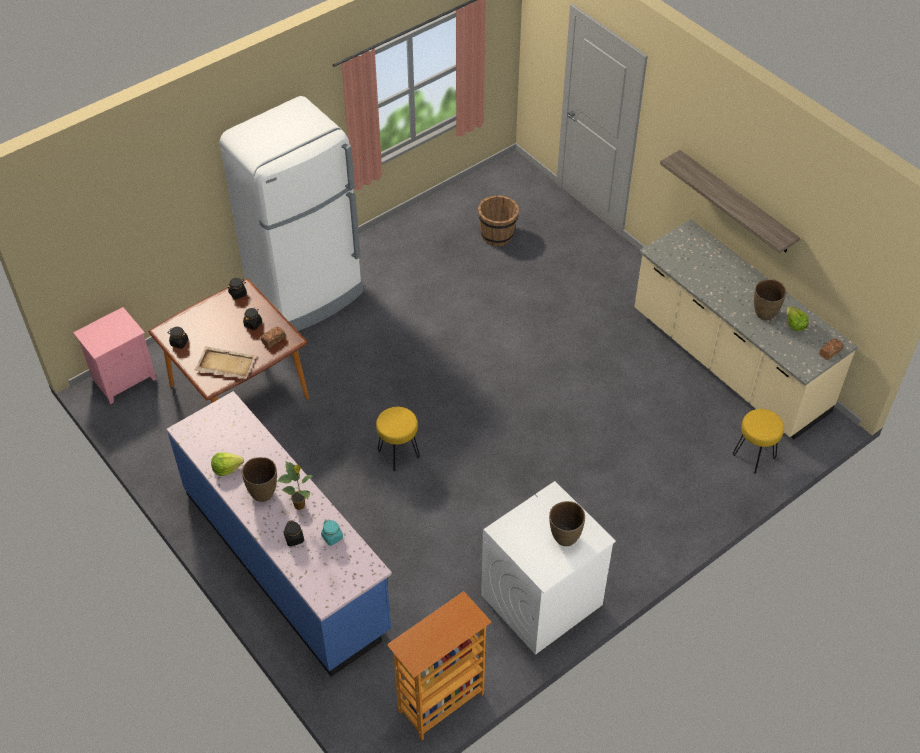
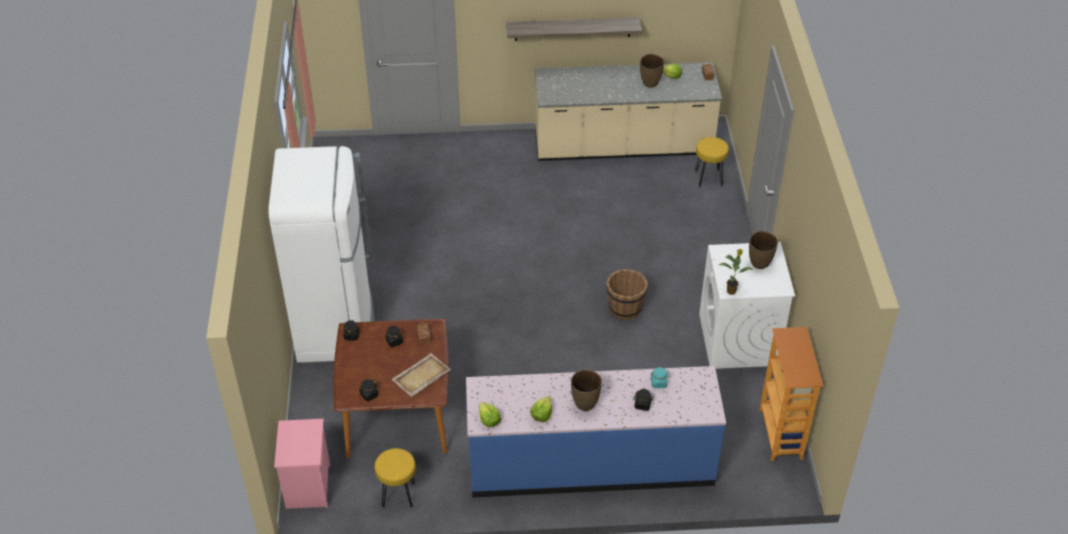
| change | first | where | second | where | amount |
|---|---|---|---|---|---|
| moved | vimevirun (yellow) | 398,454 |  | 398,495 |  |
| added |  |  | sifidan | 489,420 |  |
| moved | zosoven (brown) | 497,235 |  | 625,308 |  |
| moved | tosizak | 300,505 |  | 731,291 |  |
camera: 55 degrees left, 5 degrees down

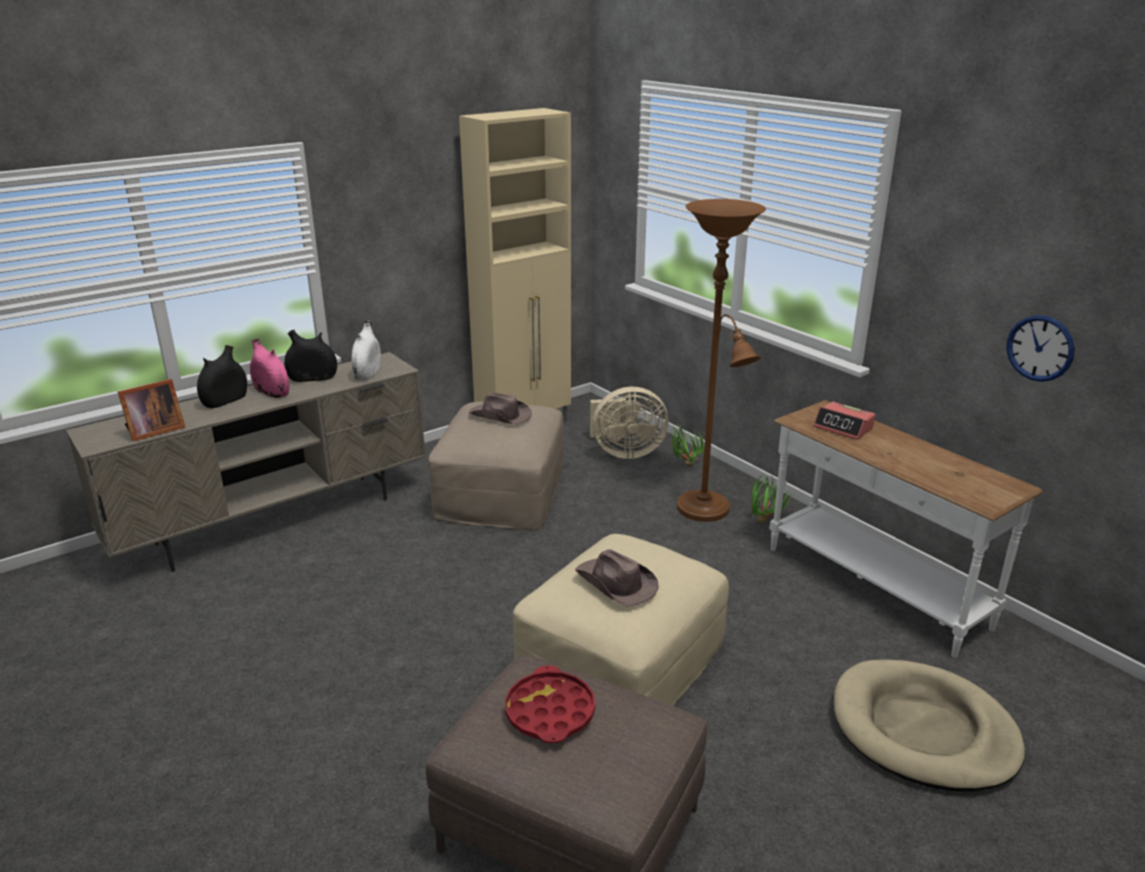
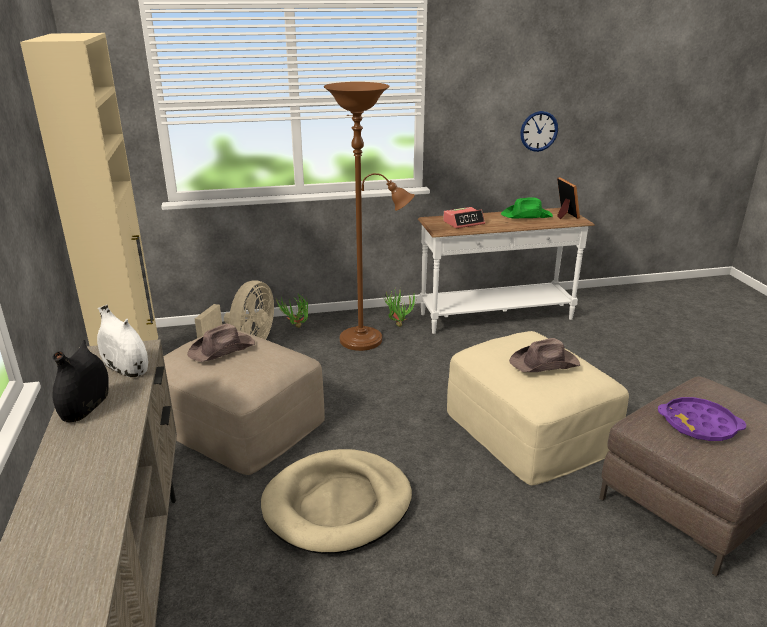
| change | first | where | second | where | amount |
|---|---|---|---|---|---|
| moved | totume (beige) | 923,730 |  | 338,504 |  |
| added |  |  | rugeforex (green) | 527,216 |  |
| moved | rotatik | 153,431 |  | 564,214 |  |
| recoloured | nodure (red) | 550,712 | nodure (purple) | 699,425 |  |
| removed | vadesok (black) | 225,401 |  |  |  |
| removed | vadesok (pink) | 271,392 |  |  |  |
camera: 65 degrees left, 0 degrees up

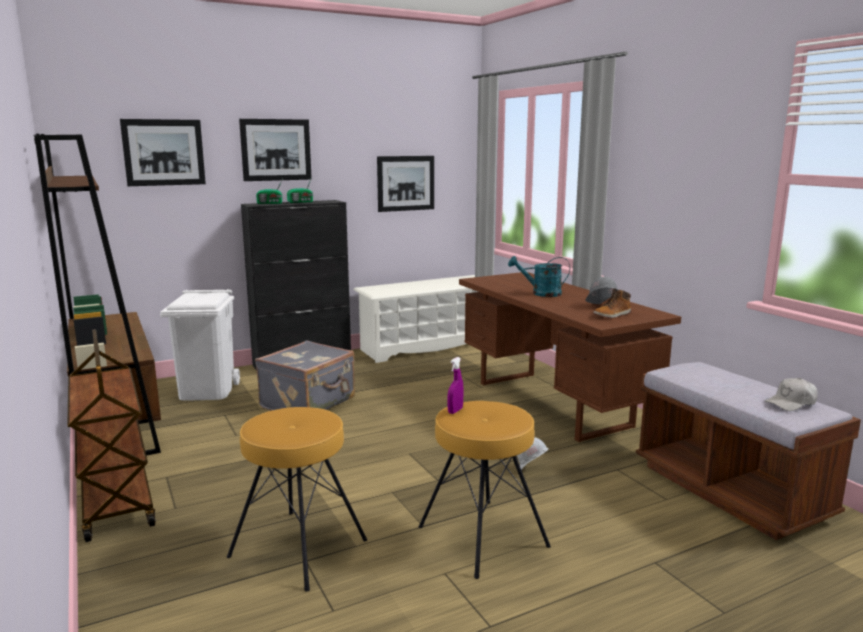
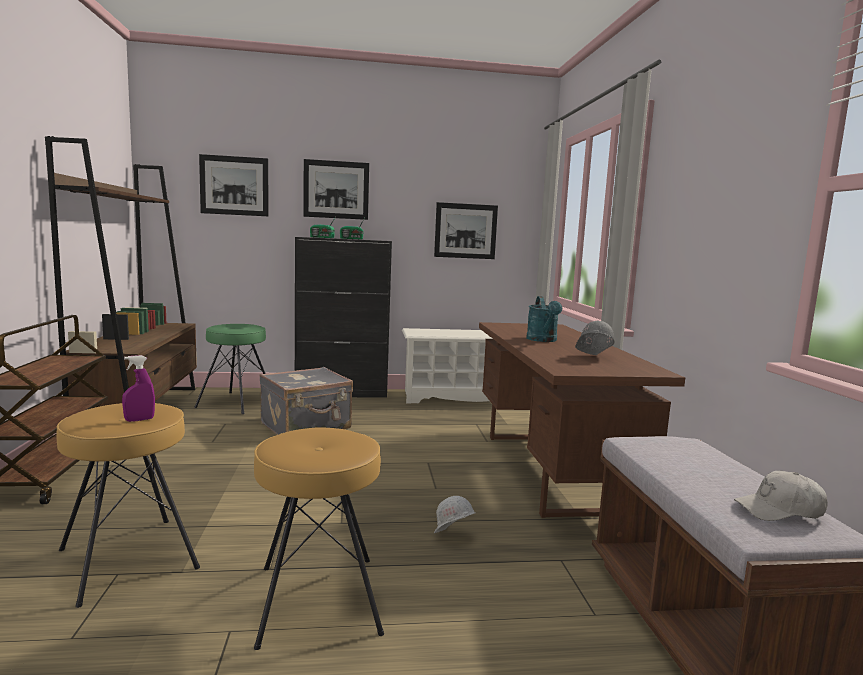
| change | first | where | second | where | amount |
|---|---|---|---|---|---|
| moved | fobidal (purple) | 455,411 |  | 139,420 |  |
| replaced | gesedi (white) | 207,391 | vimevirun (green) | 237,402 |  |
| turned | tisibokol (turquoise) | 541,293 |  | 543,340 | 120 degrees counterclockwise |
| removed | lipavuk | 612,315 |  |  |  |
camera: 20 degrees right, 5 degrees down

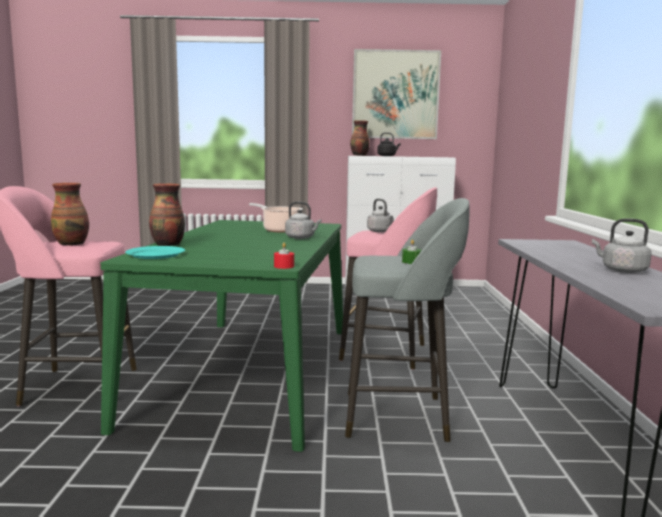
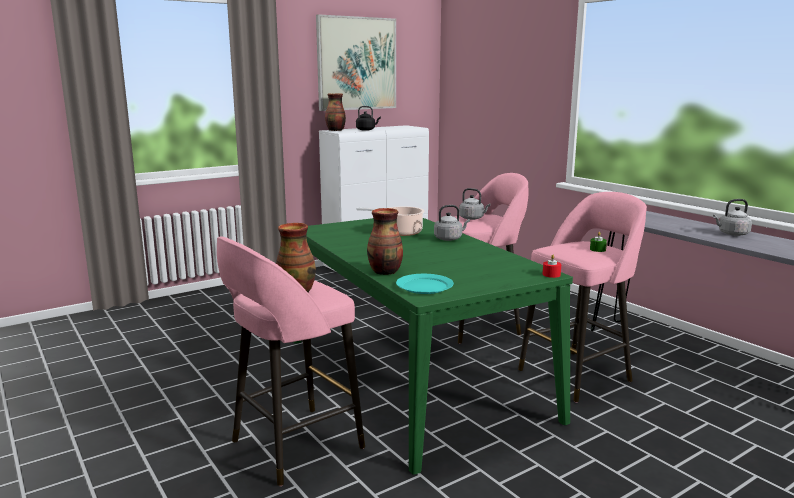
| change | first | where | second | where | amount |
|---|---|---|---|---|---|
| recoloured | vimevirun (grey) | 399,417 | vimevirun (pink) | 577,375 |  |
camera: 35 degrees left, 5 degrees up

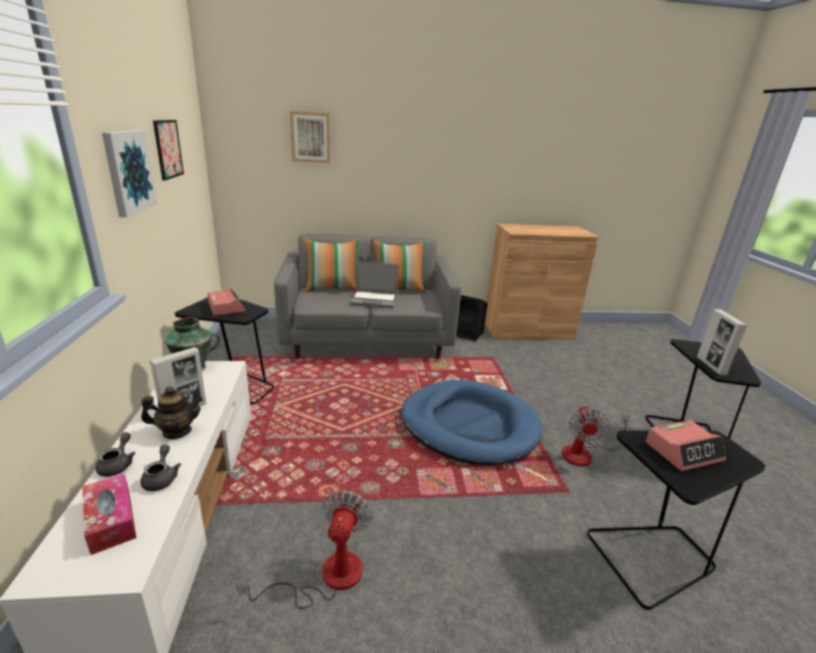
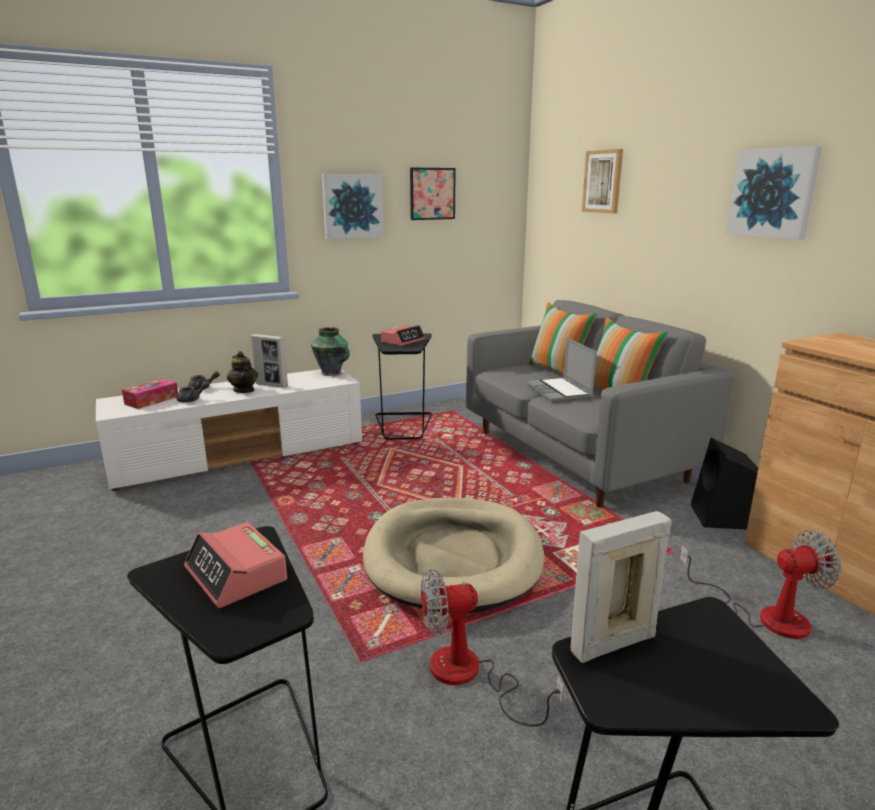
| change | first | where | second | where | amount |
|---|---|---|---|---|---|
| recoloured | totume (blue) | 469,425 | totume (beige) | 453,558 |  |
| moved | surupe | 327,577 |  | 765,615 |  |
| added |  |  | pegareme | 772,193 |  |
camera: 70 degrees right, 5 degrees down

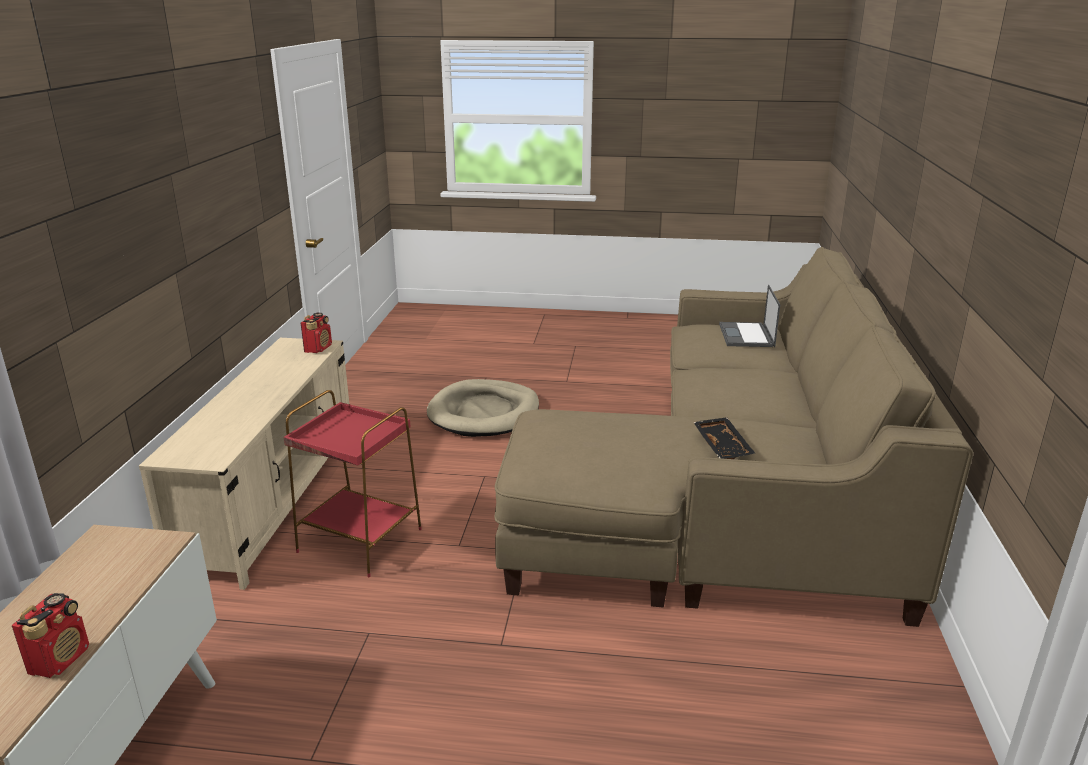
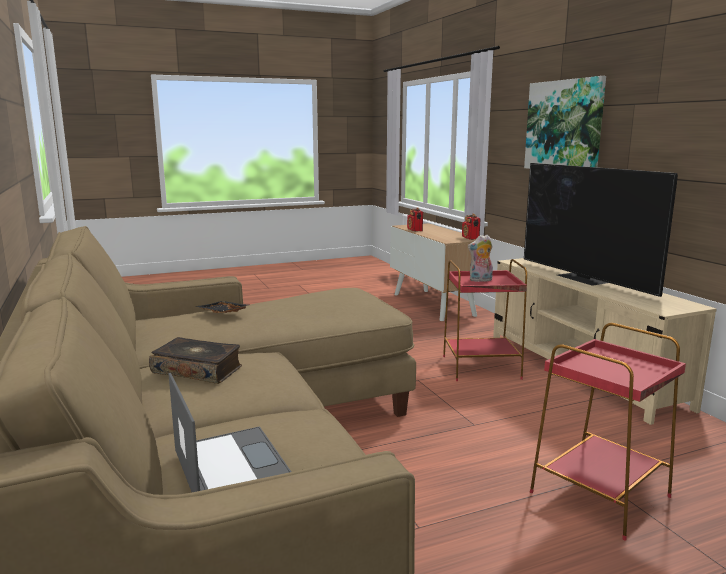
| change | first | where | second | where | amount |
|---|---|---|---|---|---|
| added |  |  | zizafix | 198,370 |  |
| moved | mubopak | 318,348 |  | 470,238 |  |
| added |  |  | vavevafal | 480,280 |  |
| added |  |  | pegareme | 564,126 |  |
| added |  |  | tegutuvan | 584,278 |  |
| replaced | totume (beige) | 484,413 | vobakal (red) | 598,494 |  |
camera: 150 degrees right, 10 degrees down

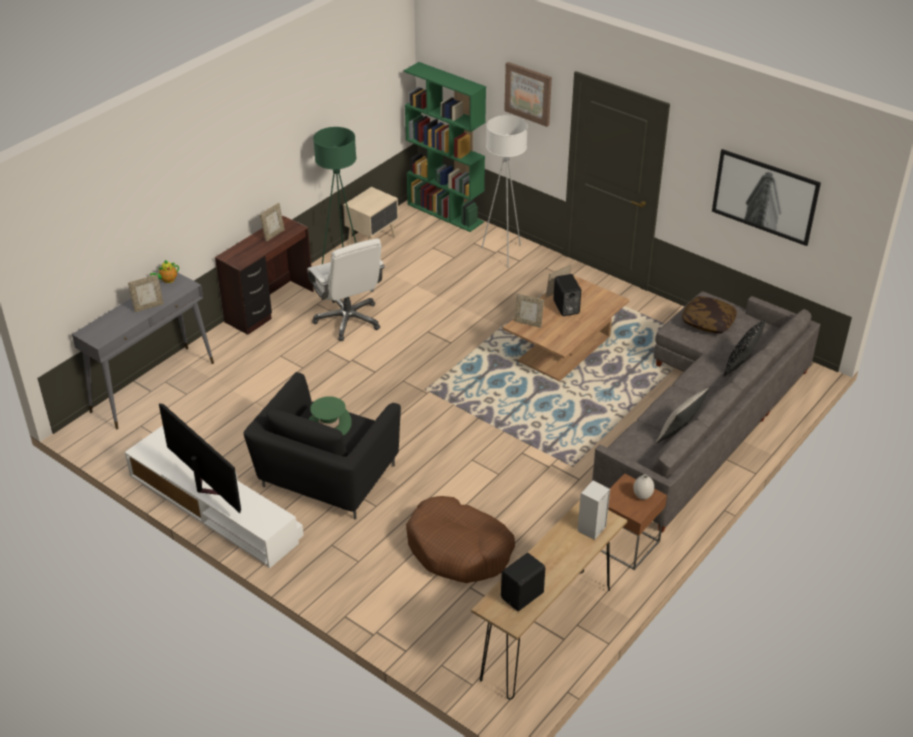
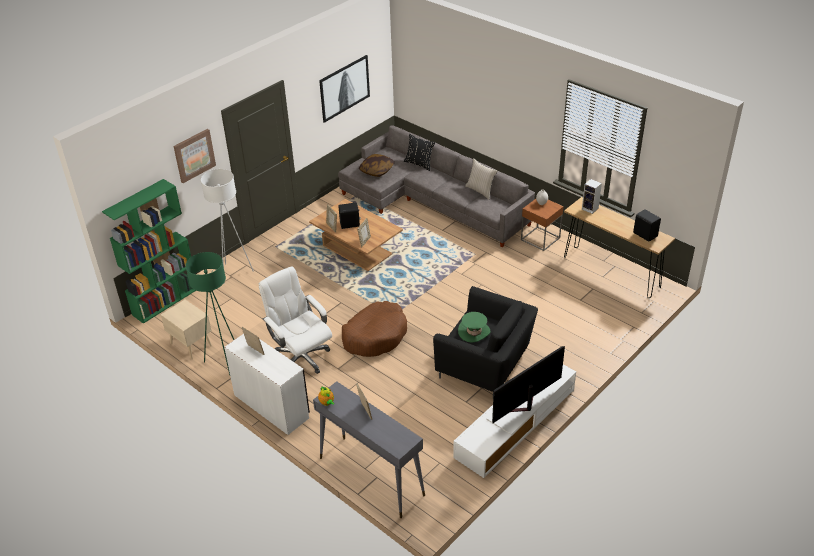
| change | first | where | second | where | amount |
|---|---|---|---|---|---|
| recoloured | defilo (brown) | 270,307 | defilo (white) | 272,405 |  |
| turned | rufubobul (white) | 348,320 |  | 301,357 | 105 degrees counterclockwise |
| moved | totume (brown) | 459,549 |  | 375,336 |  |
camera: 85 degrees left, 0 degrees up

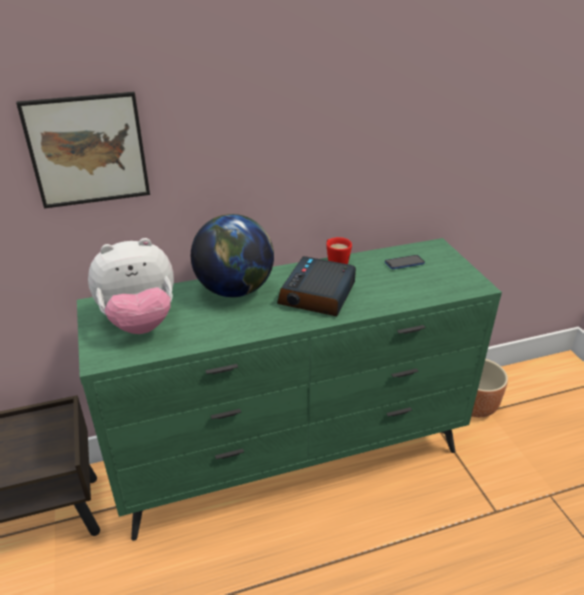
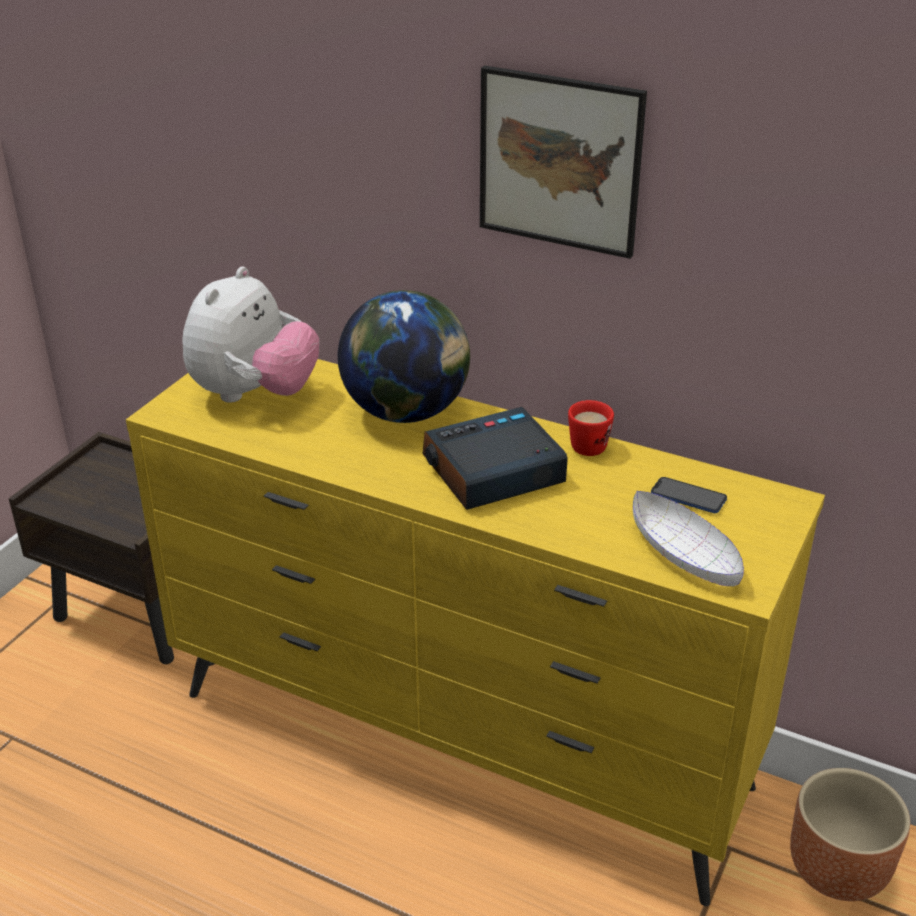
| change | first | where | second | where | amount |
|---|---|---|---|---|---|
| recoloured | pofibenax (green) | 293,459 | pofibenax (yellow) | 461,742 |  |
| turned | vavevafal | 140,322 |  | 254,394 | 90 degrees counterclockwise |
| moved | pegareme | 88,150 |  | 559,161 |  |
| added |  |  | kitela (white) | 684,555 |  |
camera: 45 degrees right, 0 degrees up

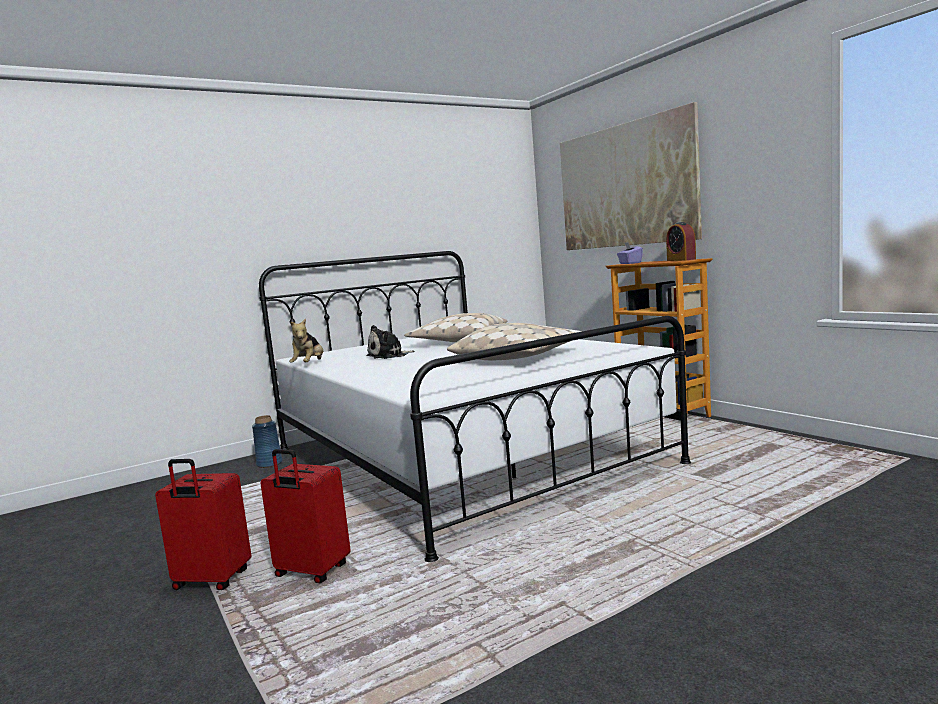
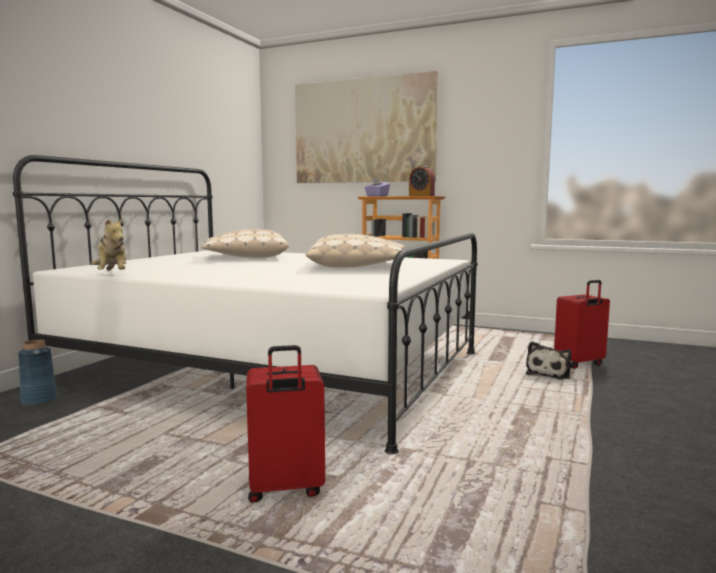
| change | first | where | second | where | amount |
|---|---|---|---|---|---|
| moved | vavevafal | 389,356 |  | 548,373 |  |
| moved | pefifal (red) | 211,581 |  | 579,364 |  |
camera: 35 degrees left, 0 degrees up

